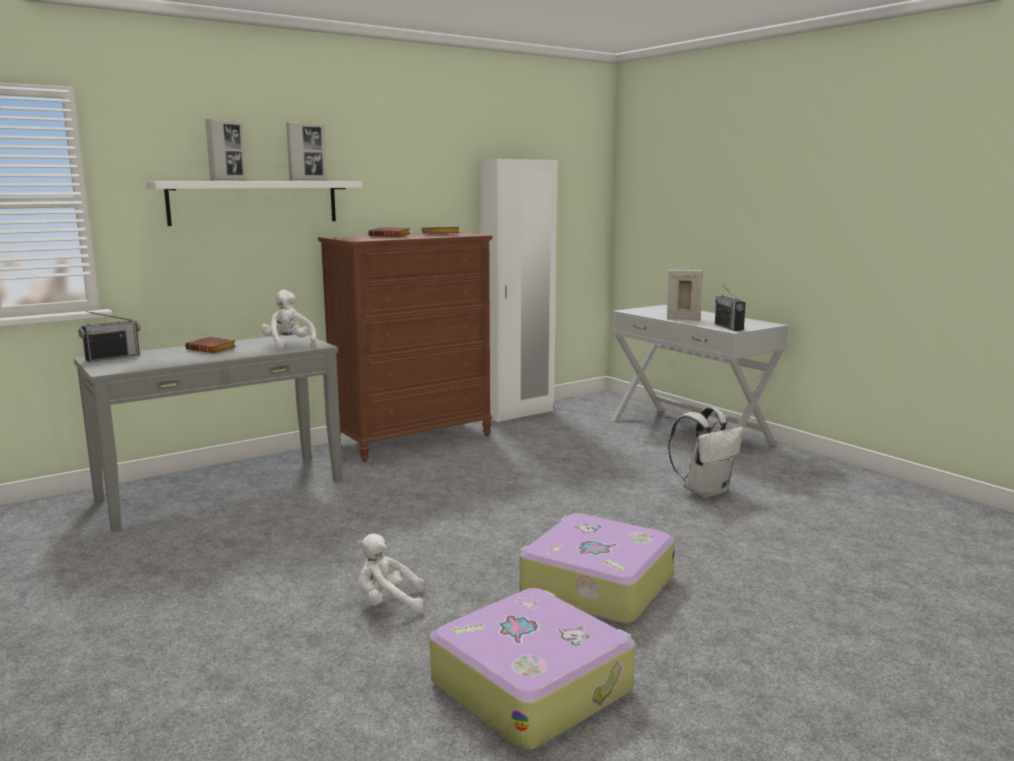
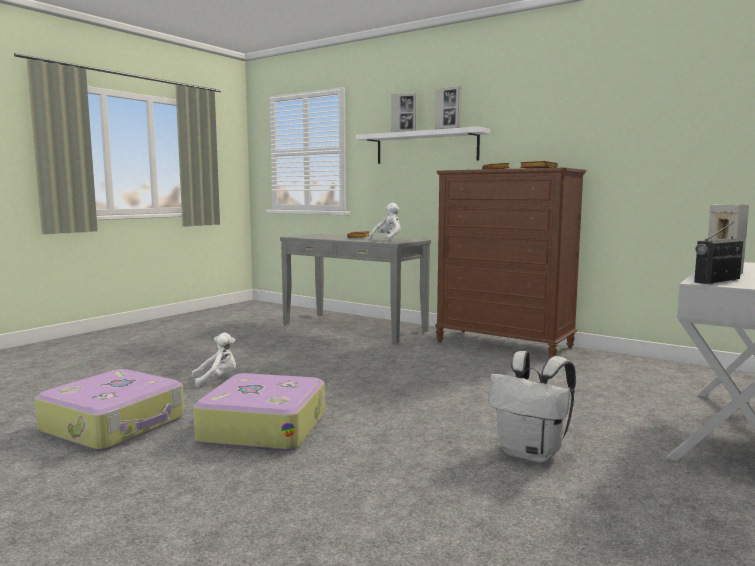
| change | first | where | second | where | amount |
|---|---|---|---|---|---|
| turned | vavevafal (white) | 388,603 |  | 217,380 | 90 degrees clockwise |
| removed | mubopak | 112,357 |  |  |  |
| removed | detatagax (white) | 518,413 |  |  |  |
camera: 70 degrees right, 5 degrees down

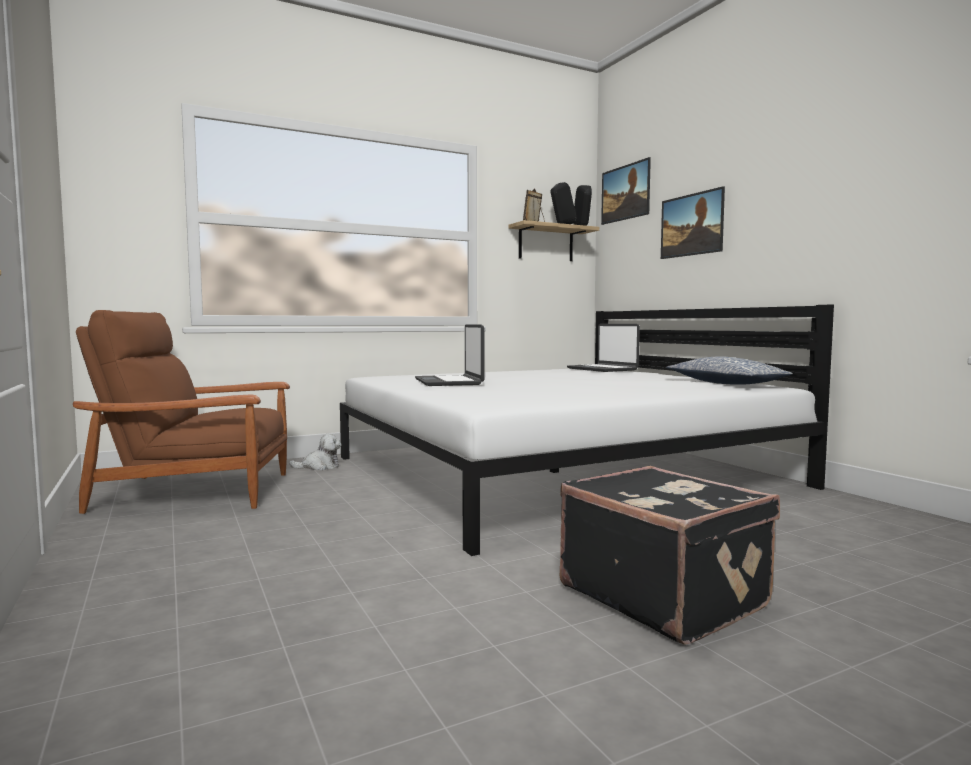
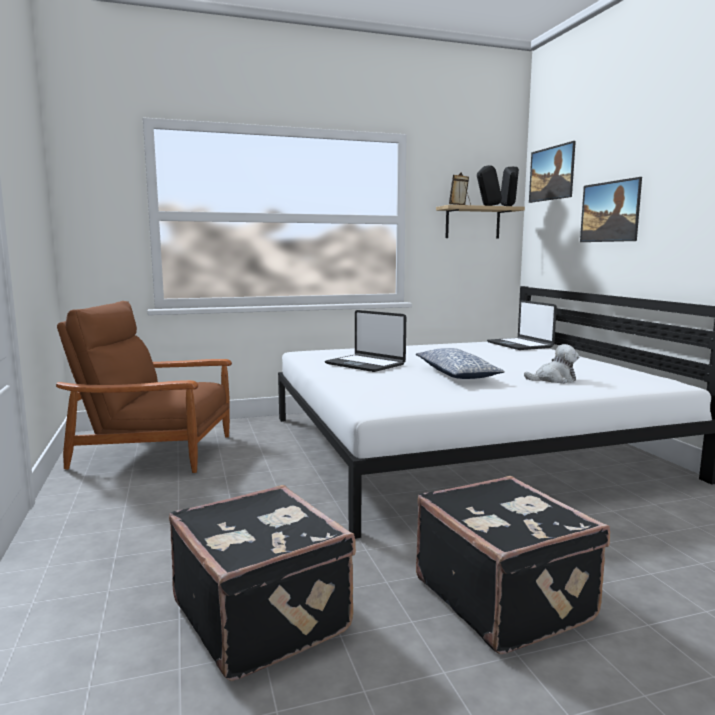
| change | first | where | second | where | amount |
|---|---|---|---|---|---|
| added |  |  | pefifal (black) | 263,615 |  |
| turned | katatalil | 449,382 |  | 365,364 | 45 degrees counterclockwise |
| moved | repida | 725,383 |  | 456,374 |  |
| moved | vavevafal | 319,467 |  | 554,380 |  |
camera: 10 degrees right, 5 degrees up

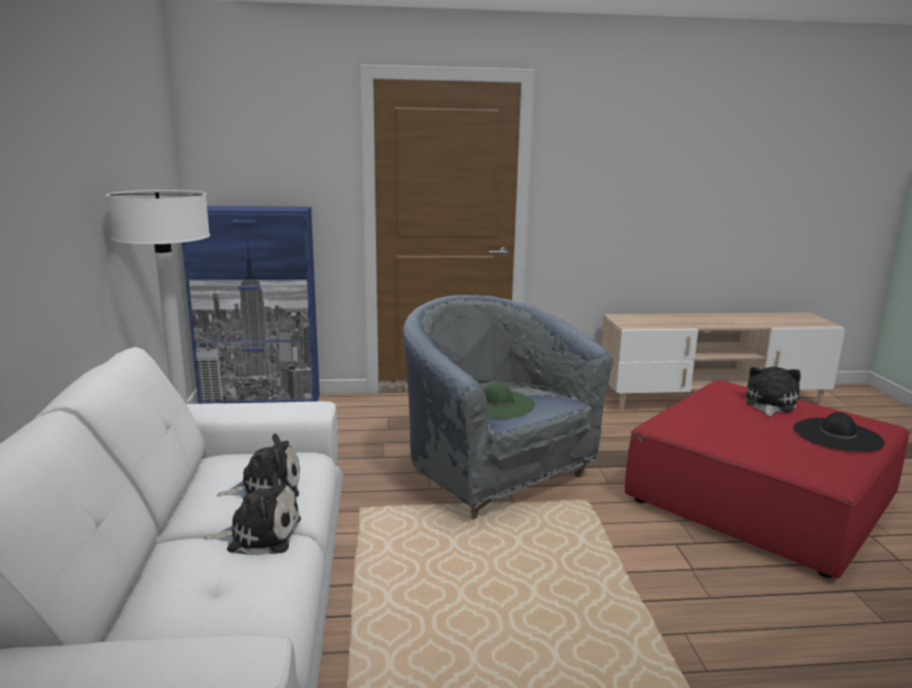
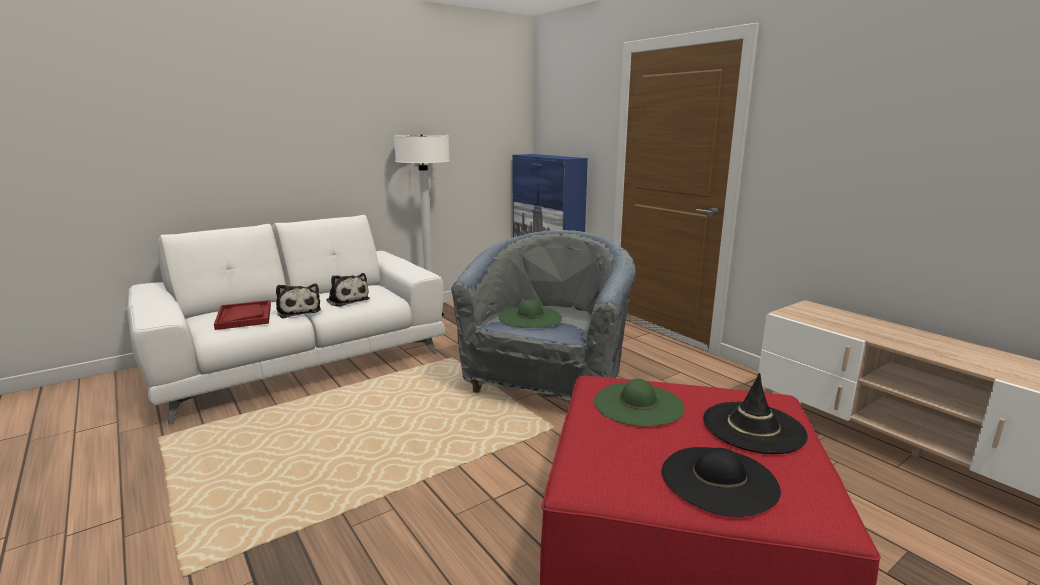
| change | first | where | second | where | amount |
|---|---|---|---|---|---|
| added |  |  | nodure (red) | 244,316 |  |
| added |  |  | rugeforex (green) | 638,404 |  |
| replaced | vavevafal | 769,404 | rugeforex (black) | 753,427 |  |
camera: 60 degrees right, 0 degrees up

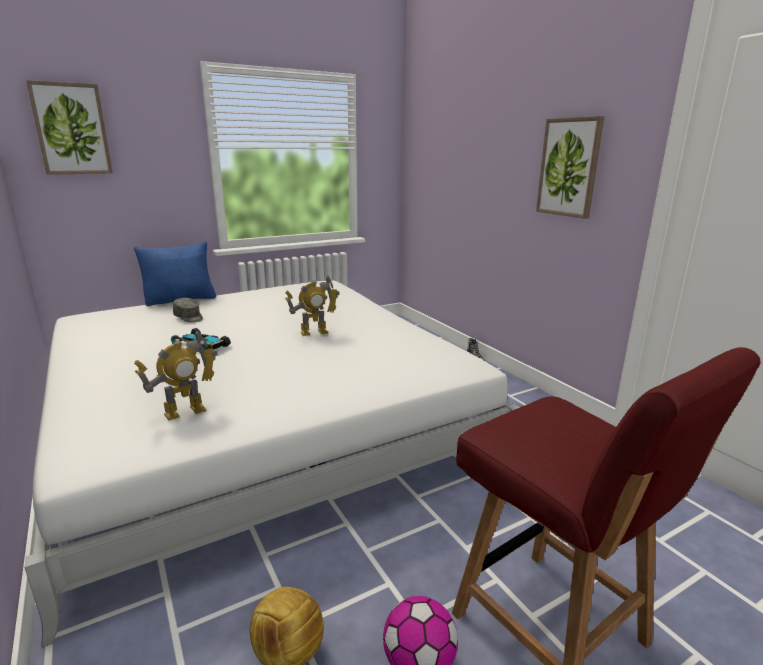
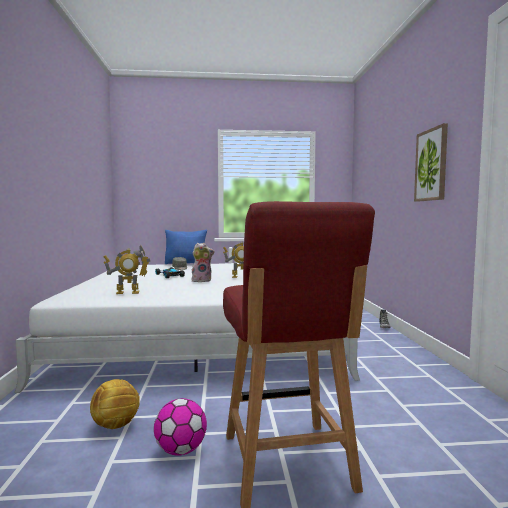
| change | first | where | second | where | amount |
|---|---|---|---|---|---|
| added |  |  | vavevafal | 202,280 |  |
| removed | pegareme | 71,129 |  |  |  |
camera: 25 degrees right, 15 degrees down

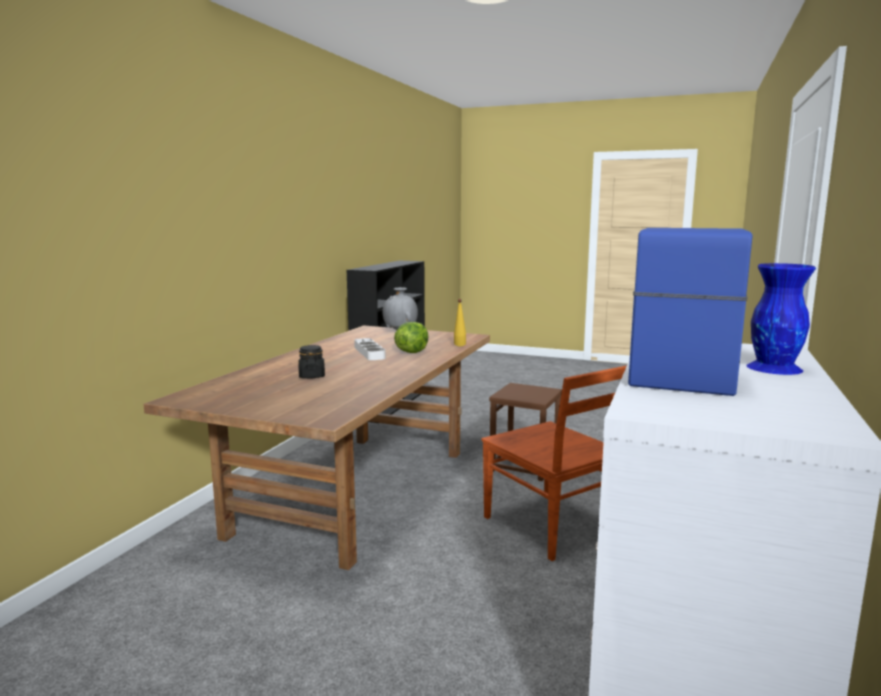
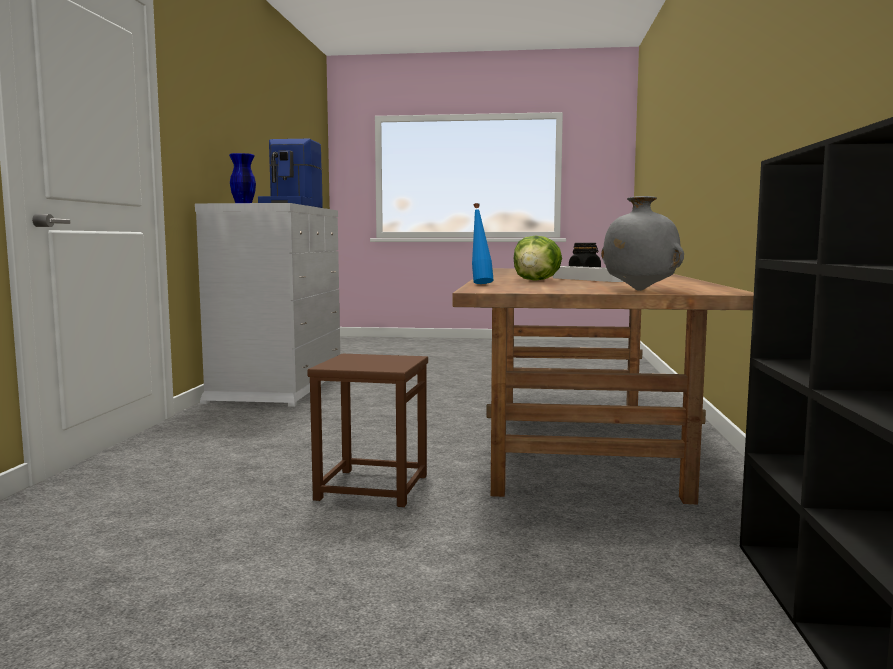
| change | first | where | second | where | amount |
|---|---|---|---|---|---|
| recoloured | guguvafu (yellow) | 459,346 | guguvafu (blue) | 480,284 |  |
| removed | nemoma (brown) | 551,527 |  |  |  |
camera: 165 degrees right, 5 degrees down

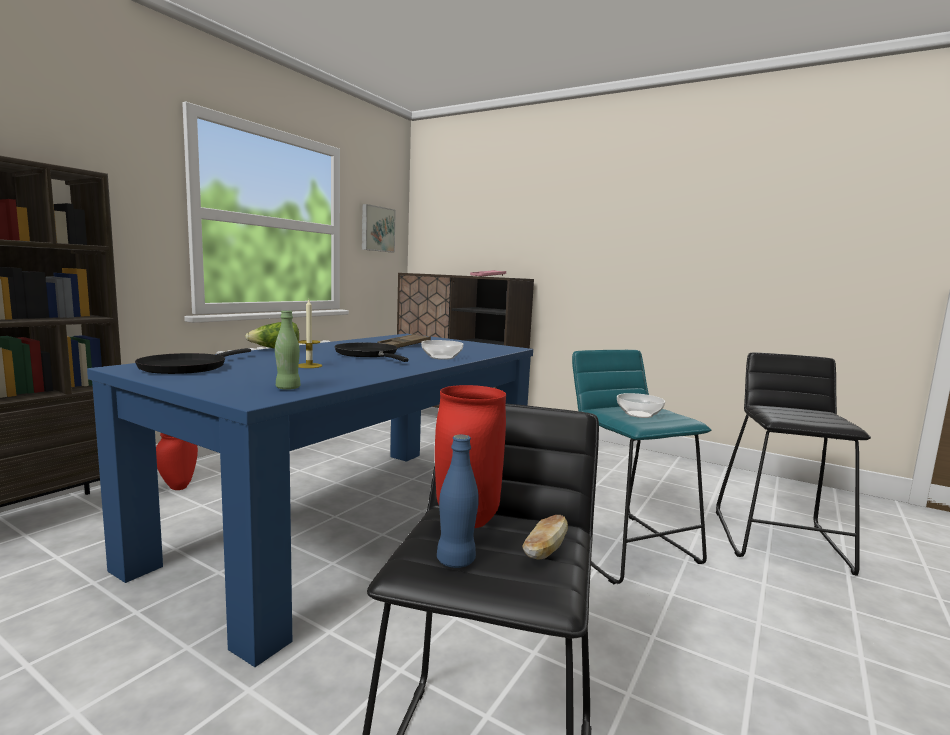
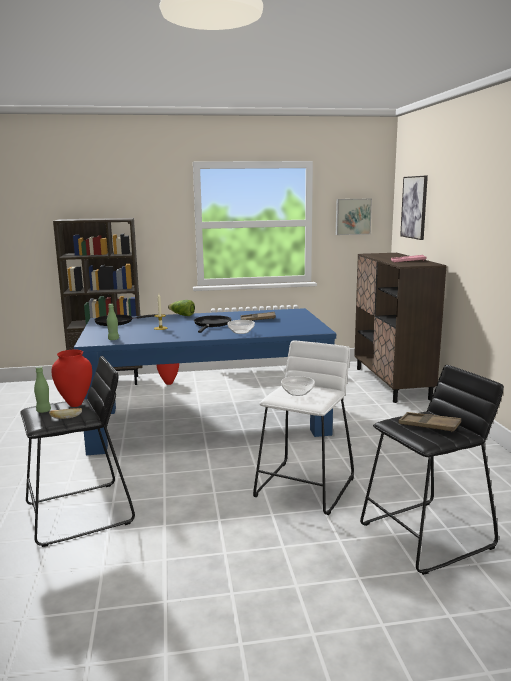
| change | first | where | second | where | amount |
|---|---|---|---|---|---|
| recoloured | guguvafu (blue) | 456,560 | guguvafu (green) | 43,411 |  |
| recoloured | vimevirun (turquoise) | 623,546 | vimevirun (white) | 305,487 |  |
| added |  |  | nodure (brown) | 429,426 |  |
| added |  |  | pegareme | 414,207 |  |
camera: 50 degrees right, 5 degrees up

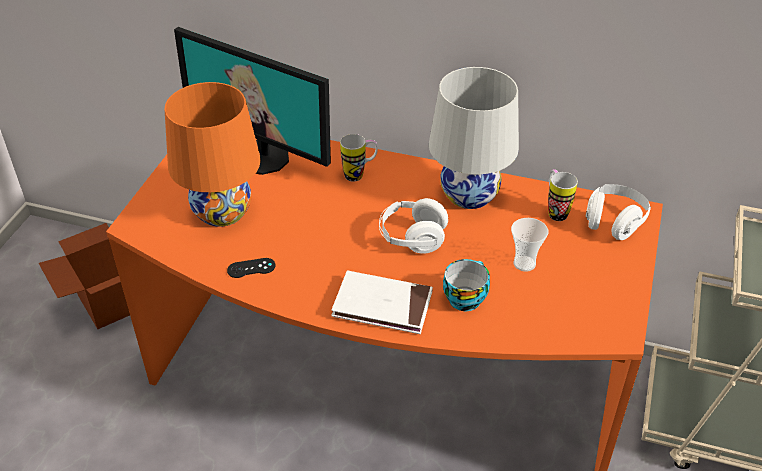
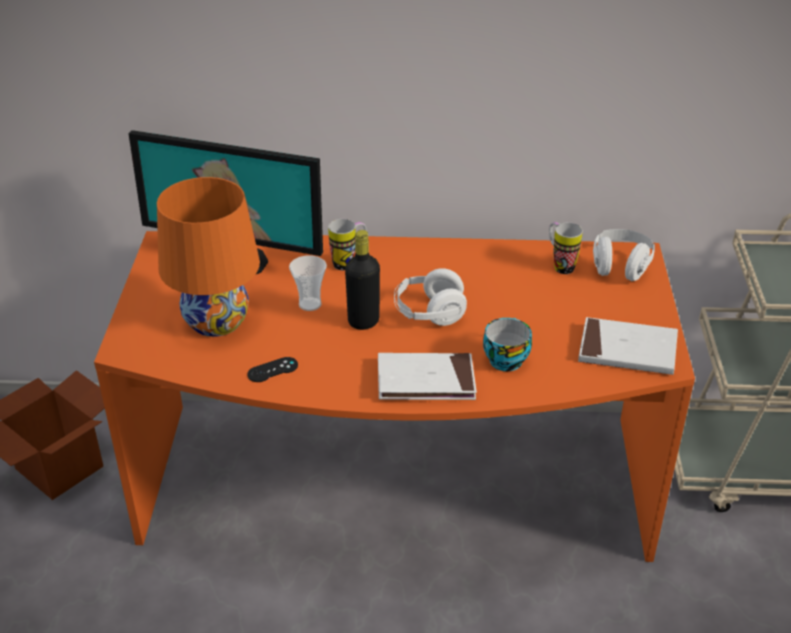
| change | first | where | second | where | amount |
|---|---|---|---|---|---|
| moved | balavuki | 524,263 |  | 310,304 |  |
| added |  |  | guguvafu (black) | 363,321 |  |
| added |  |  | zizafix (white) | 627,350 |  |
| removed | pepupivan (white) | 469,194 |  |  |  |
camera: 15 degrees left, 5 degrees down

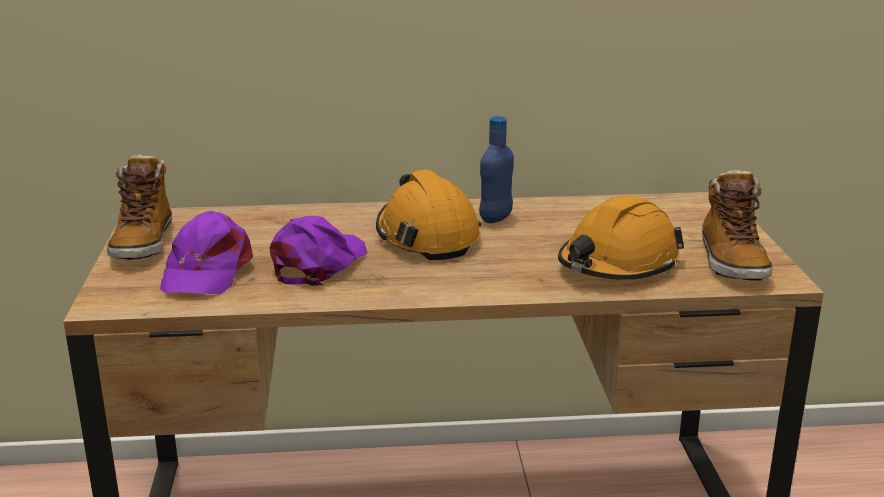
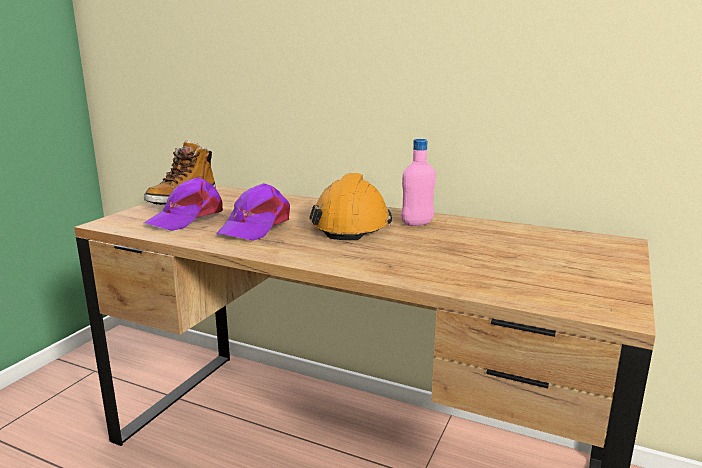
| change | first | where | second | where | amount |
|---|---|---|---|---|---|
| turned | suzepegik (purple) | 318,263 |  | 256,226 | 150 degrees clockwise |
| recoloured | guguvafu (blue) | 496,218 | guguvafu (pink) | 417,223 |  |
| removed | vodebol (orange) | 618,264 |  |  |  |
| removed | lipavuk | 731,262 |  |  |  |
camera: 30 degrees right, 5 degrees down

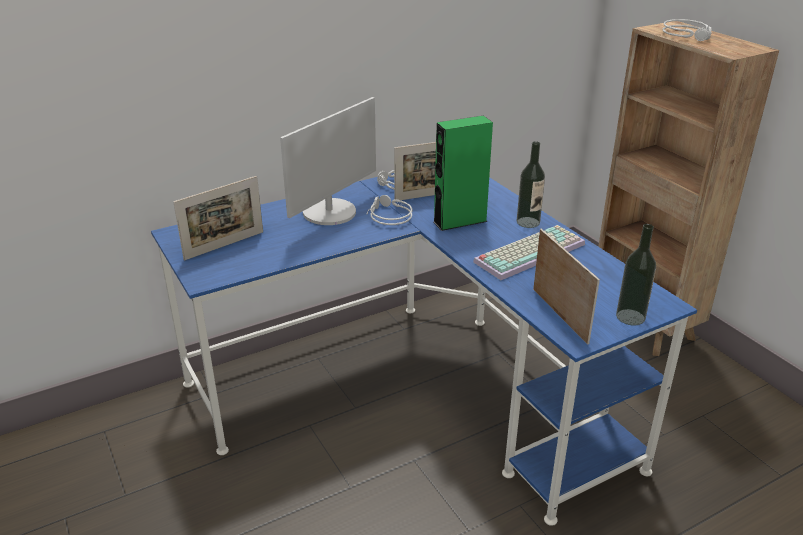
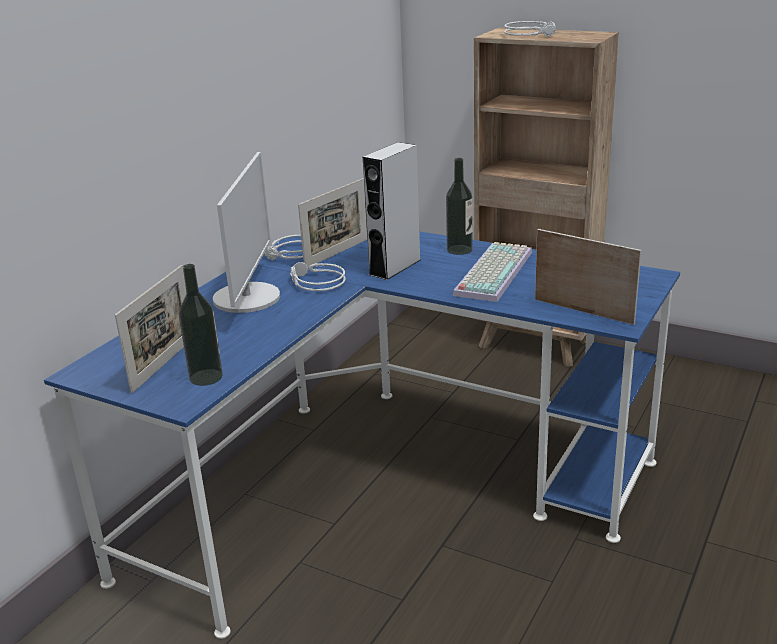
| change | first | where | second | where | amount |
|---|---|---|---|---|---|
| moved | guguvafu | 630,317 |  | 206,377 |  |
| recoloured | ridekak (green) | 460,221 | ridekak (grey) | 395,267 |  |
camera: 30 degrees left, 5 degrees down

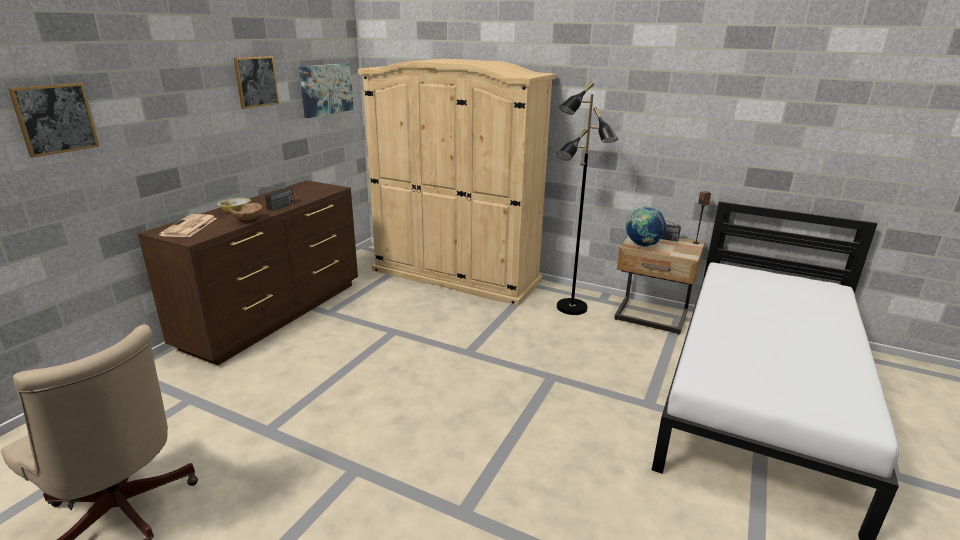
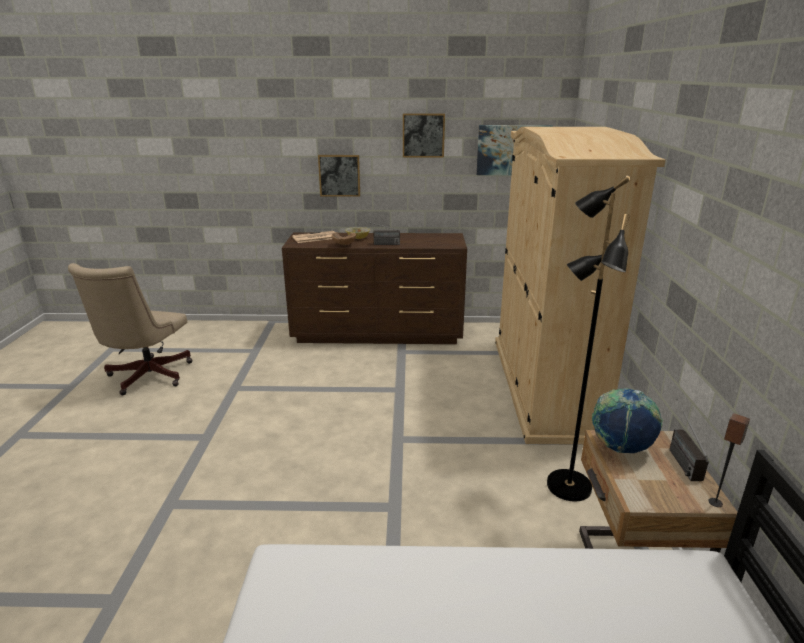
| change | first | where | second | where | amount |
|---|---|---|---|---|---|
| moved | pegareme | 55,119 |  | 339,175 |  |
camera: 65 degrees right, 0 degrees up

